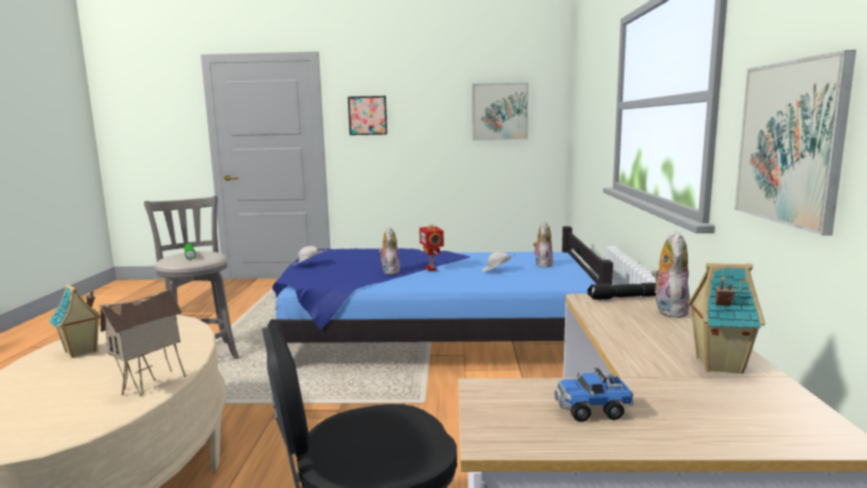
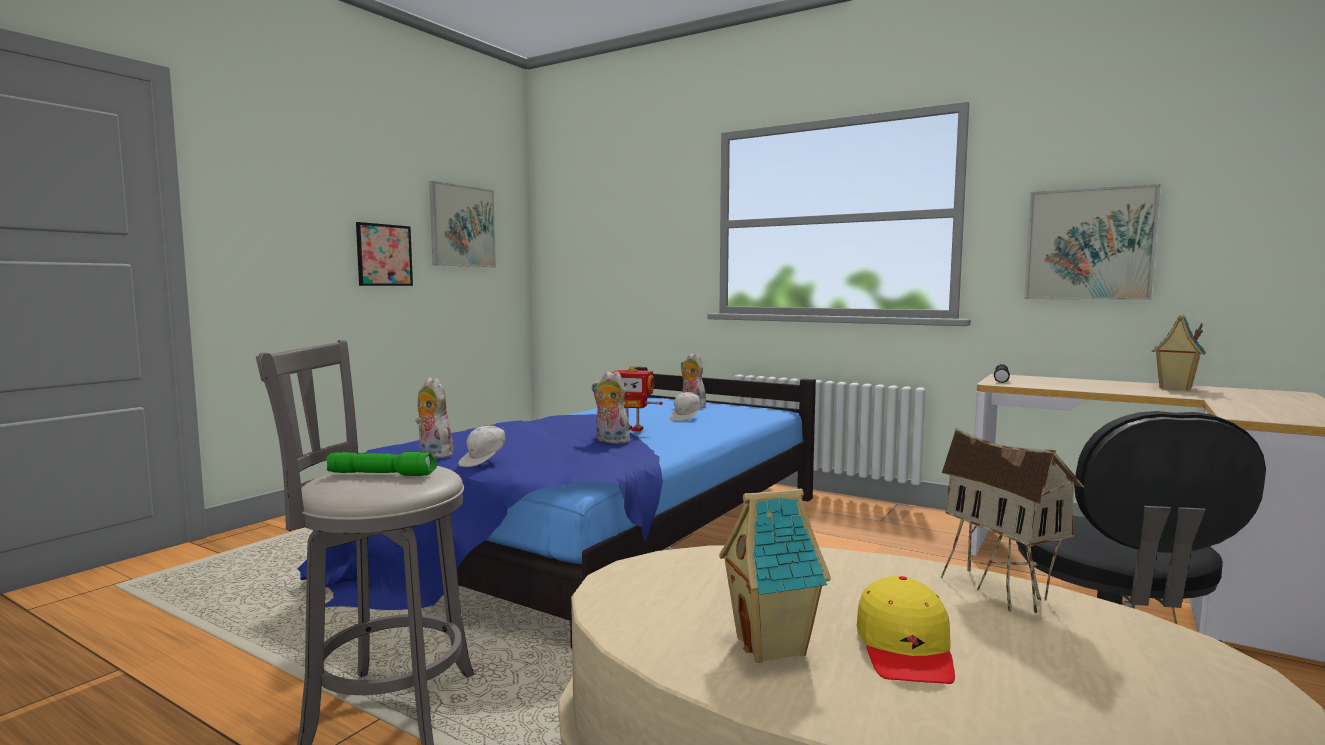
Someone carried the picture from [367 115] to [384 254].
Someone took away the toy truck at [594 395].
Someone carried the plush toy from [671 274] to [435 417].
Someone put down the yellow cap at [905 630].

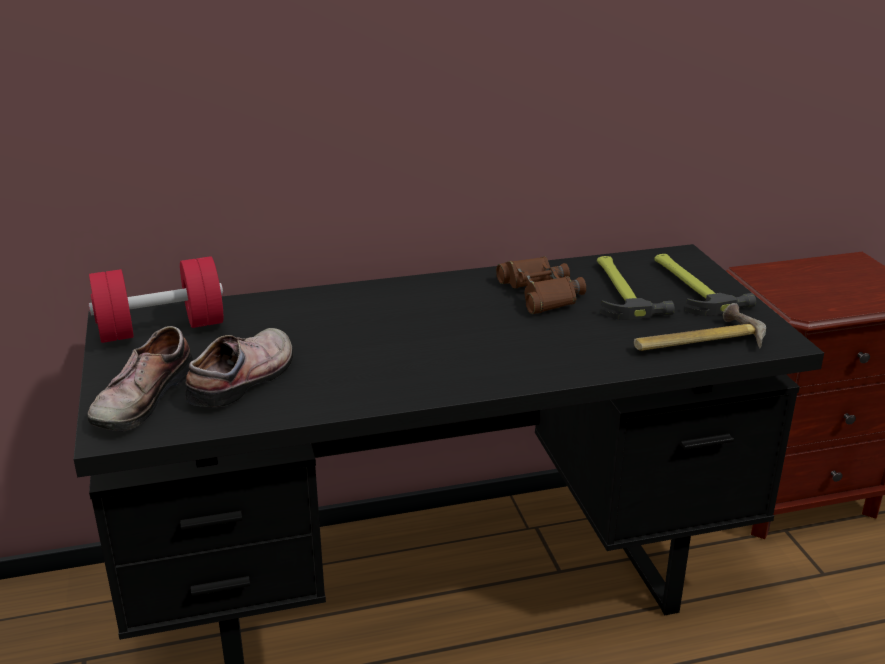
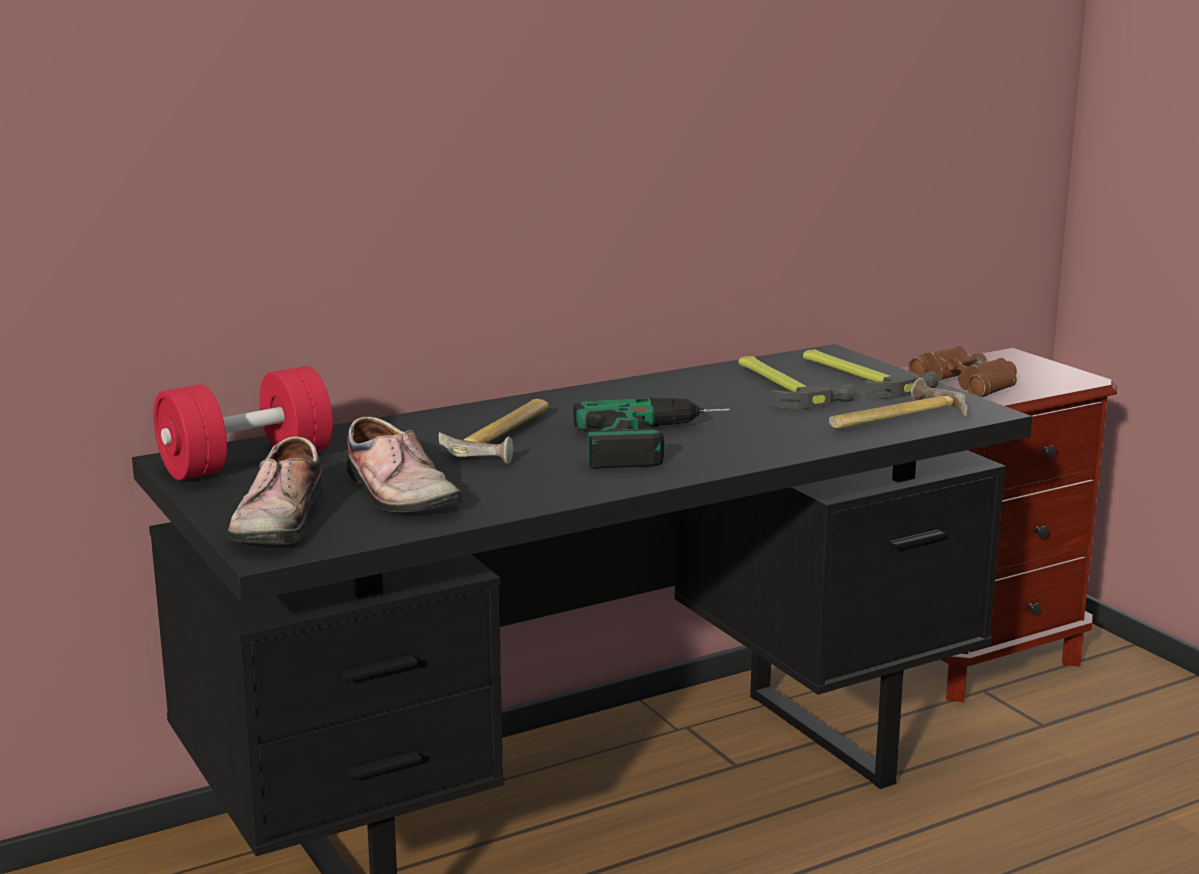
Someone rotated the shoe at [239 367] by 135 degrees clockwise.
Someone carried the brown binoculars from [541 285] to [962 371].
Someone put down the hammer at [494 431].
Someone put down the power drill at [651 433].

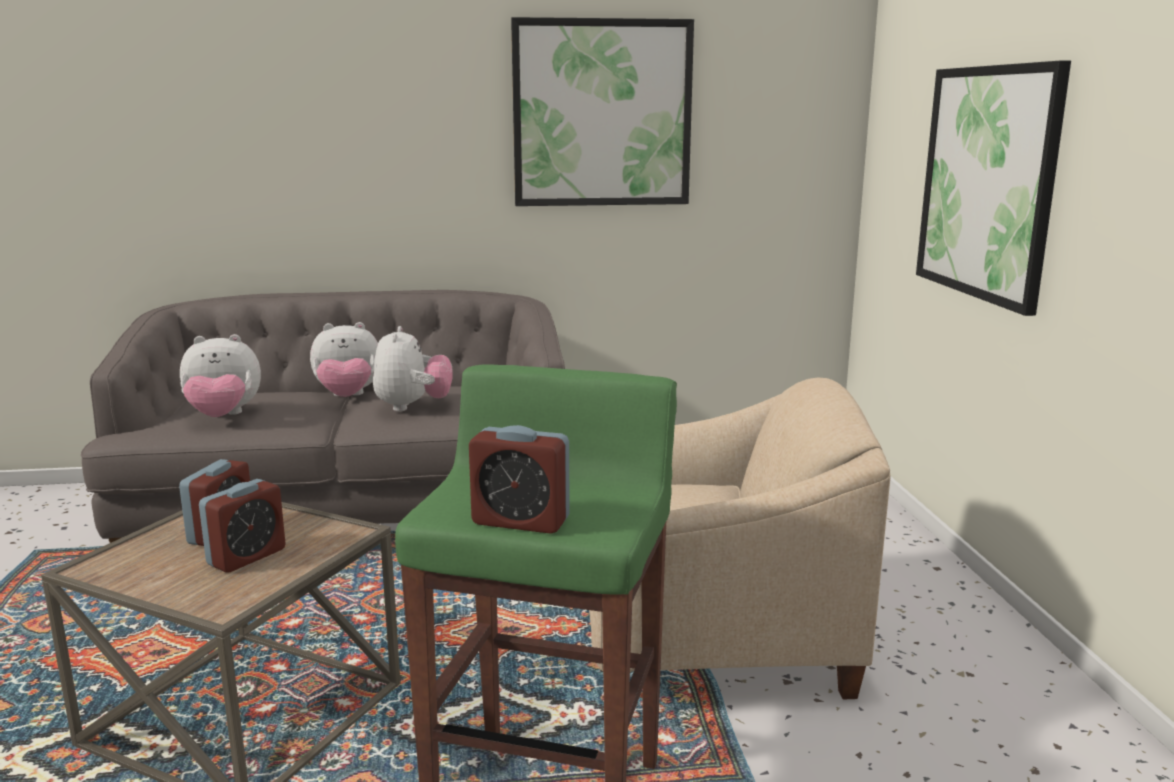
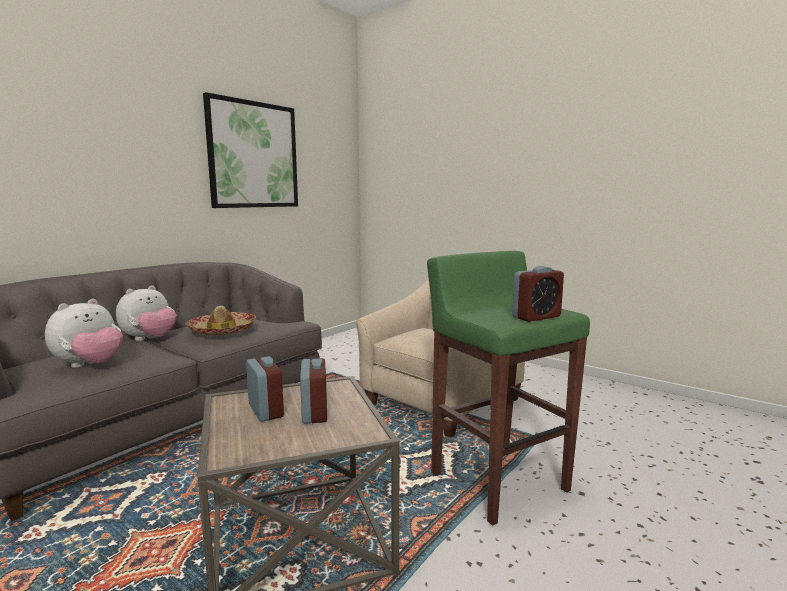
Someone swapped the plush toy at [413 369] for the hat at [220 321].
Someone took away the picture at [993 188].

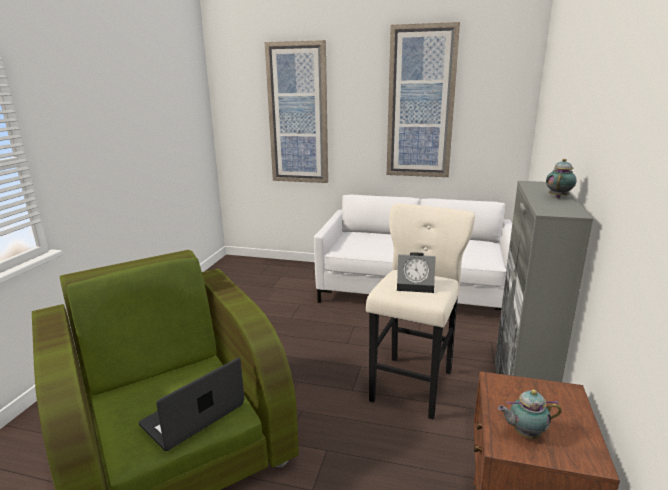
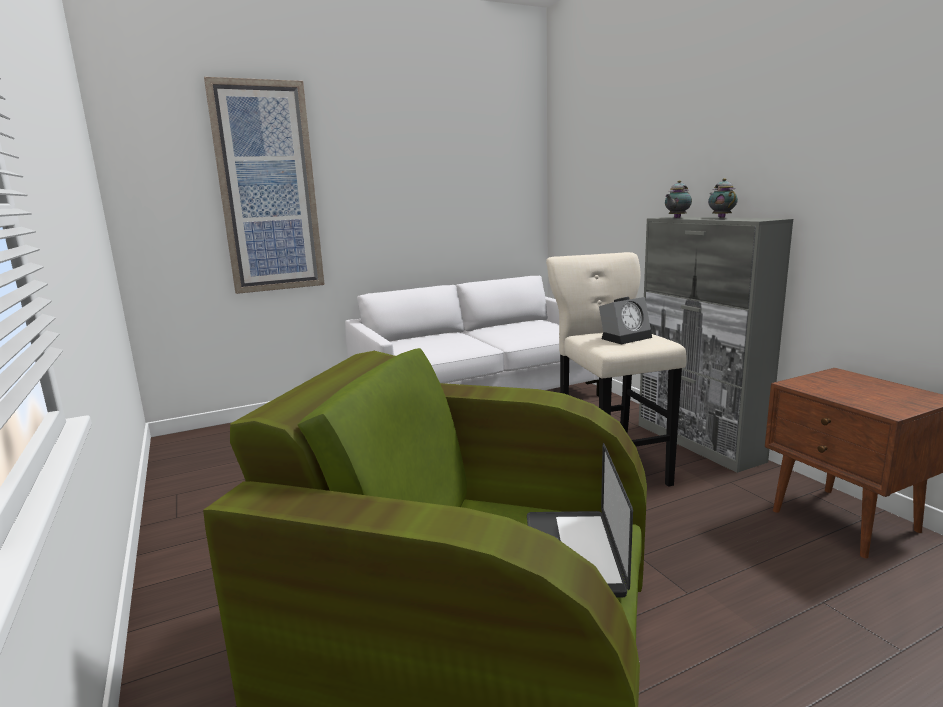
Someone took away the picture at [423 99].
Someone carried the teapot from [530 414] to [678 199].

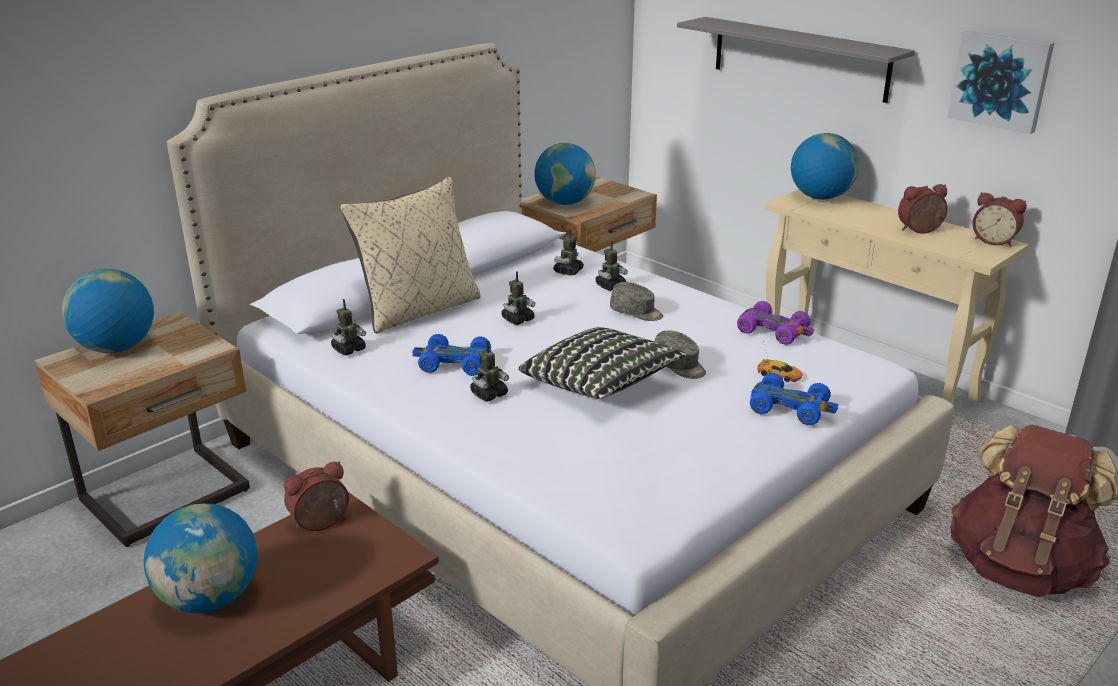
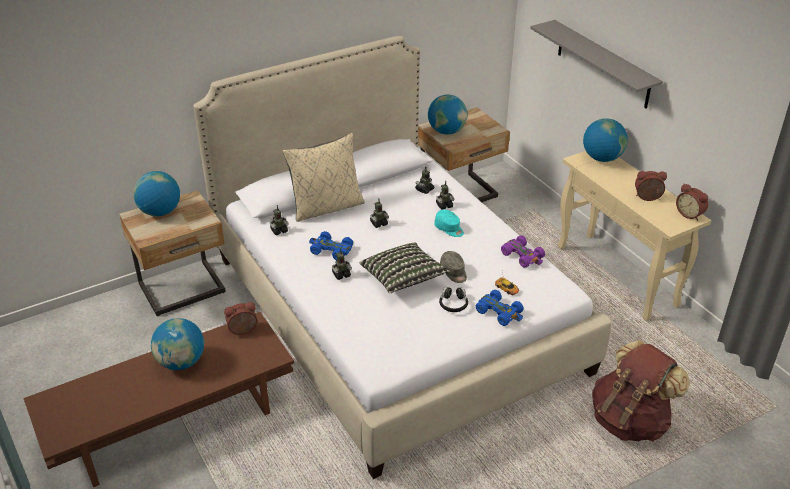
Someone repainted the grey cap at [636 301], which became the turquoise cap at [449 223].
Someone took away the picture at [1000 82].
Someone put down the black headphones at [453 299].

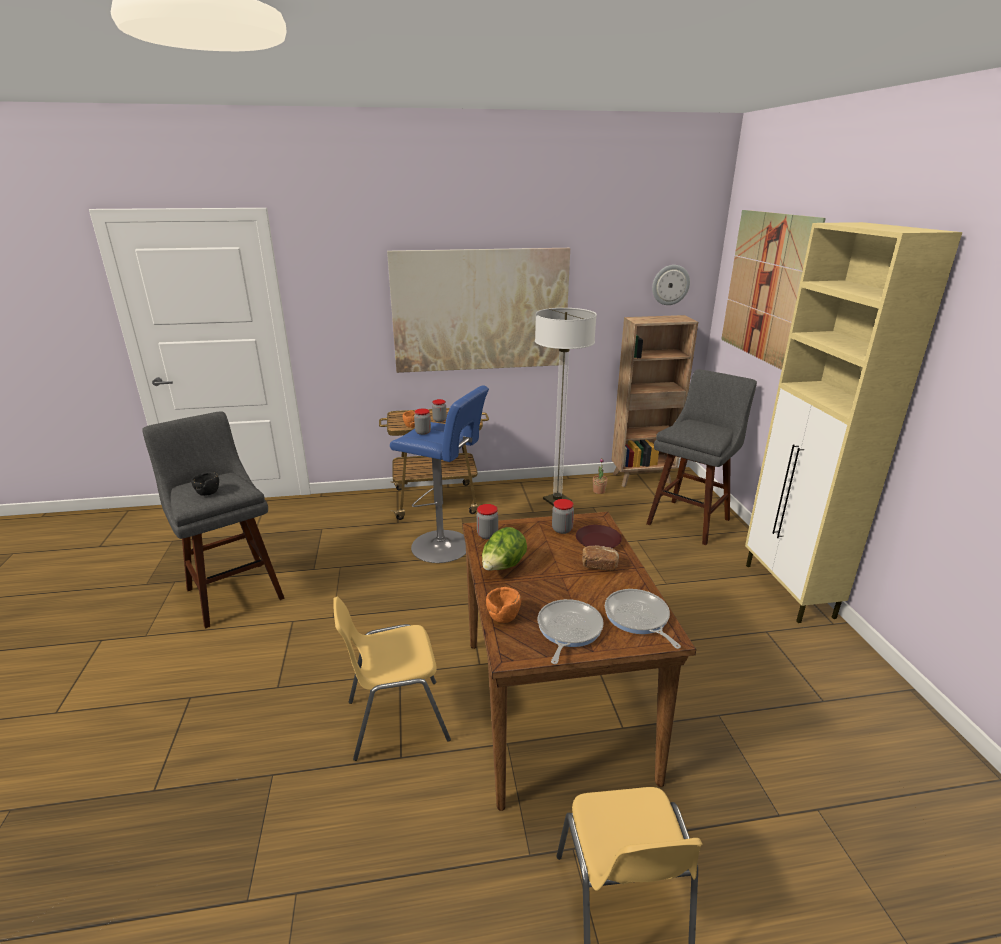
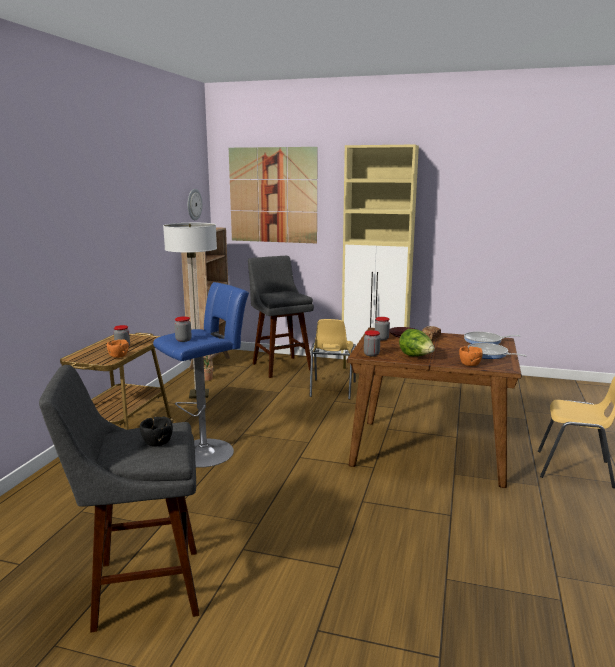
Someone carried the yellow chair from [392 679] to [333 359].
Someone took away the picture at [478 310].

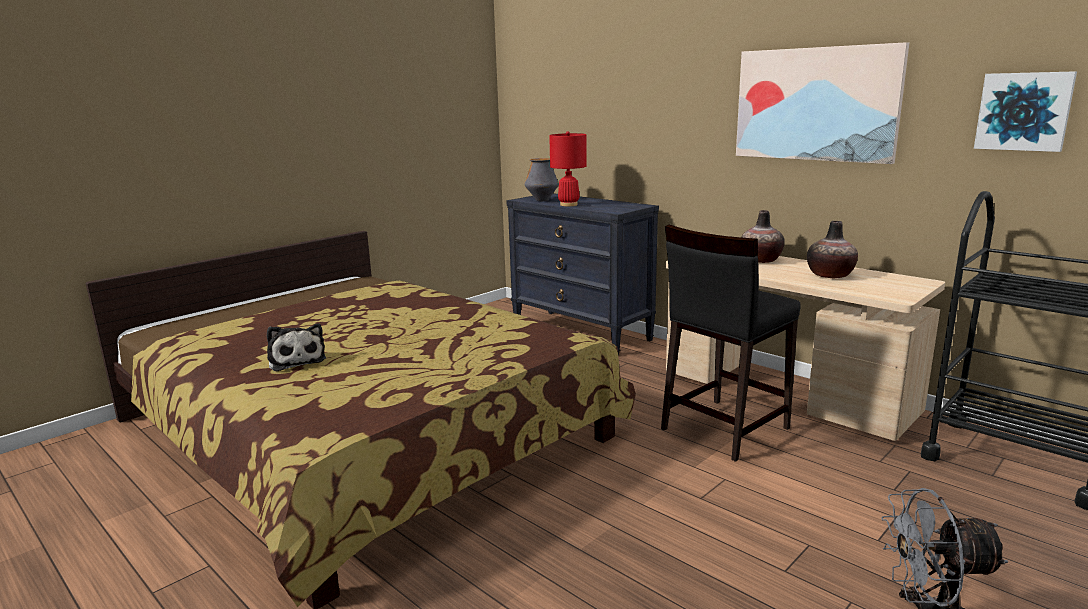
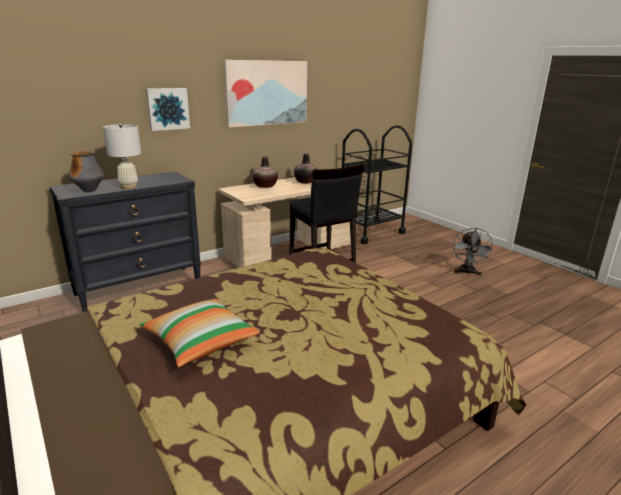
Someone took away the plush toy at [296 347].
Someone repainted the red table lamp at [568 168], which became the white table lamp at [122 156].
Someone carried the picture from [1025 111] to [168 109].
Someone put down the pillow at [200 332].

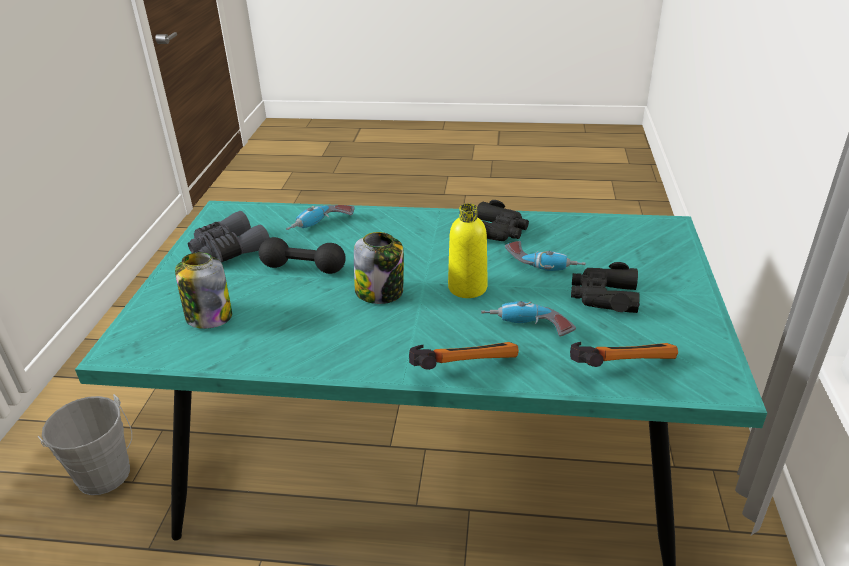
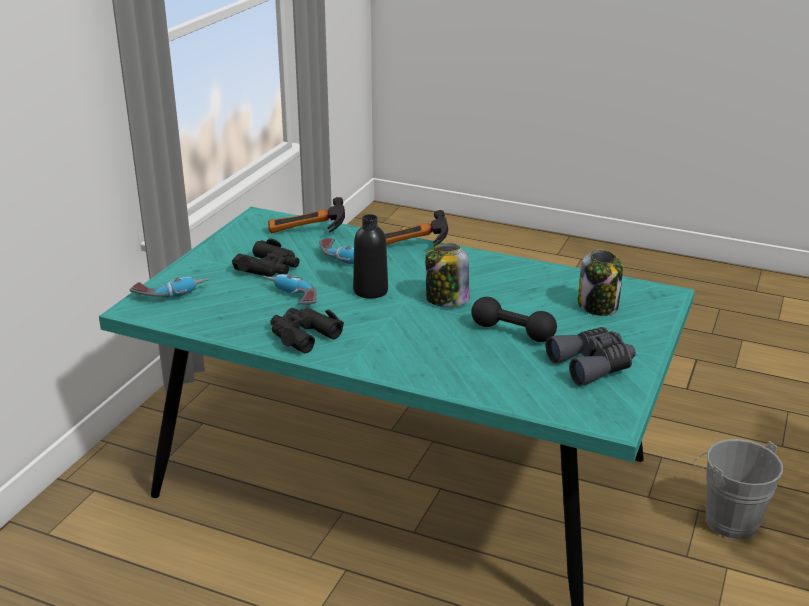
Someone carried the power drill from [320 217] to [169 287].
Someone repainted the yellow bottle at [468 250], which became the black bottle at [370 256].

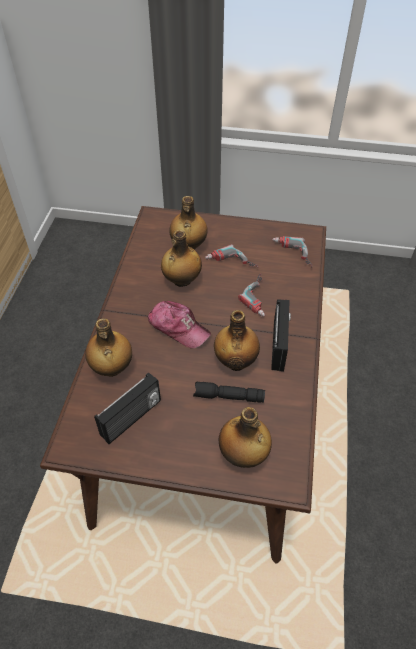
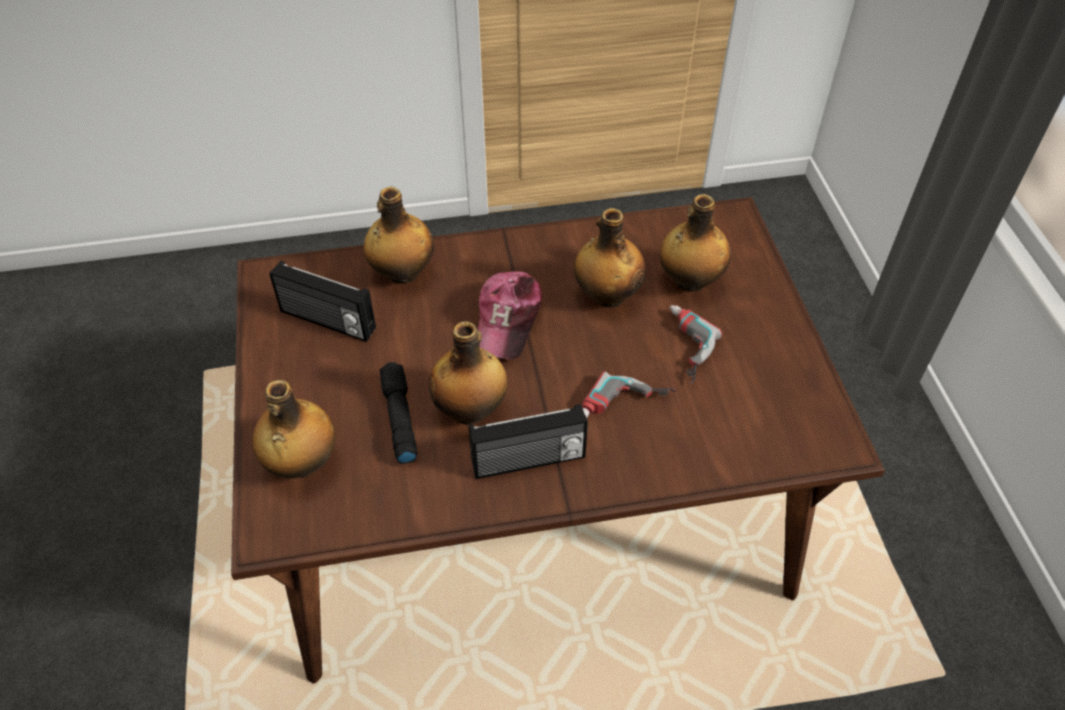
Someone took away the power drill at [292 251].

